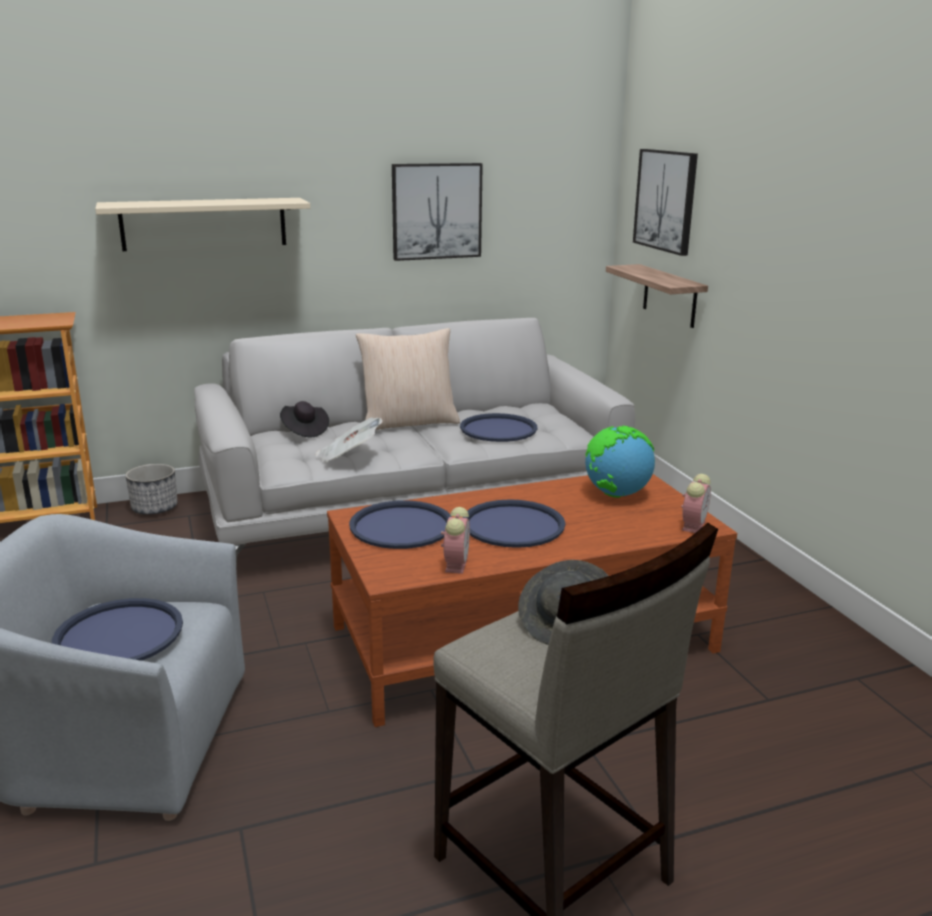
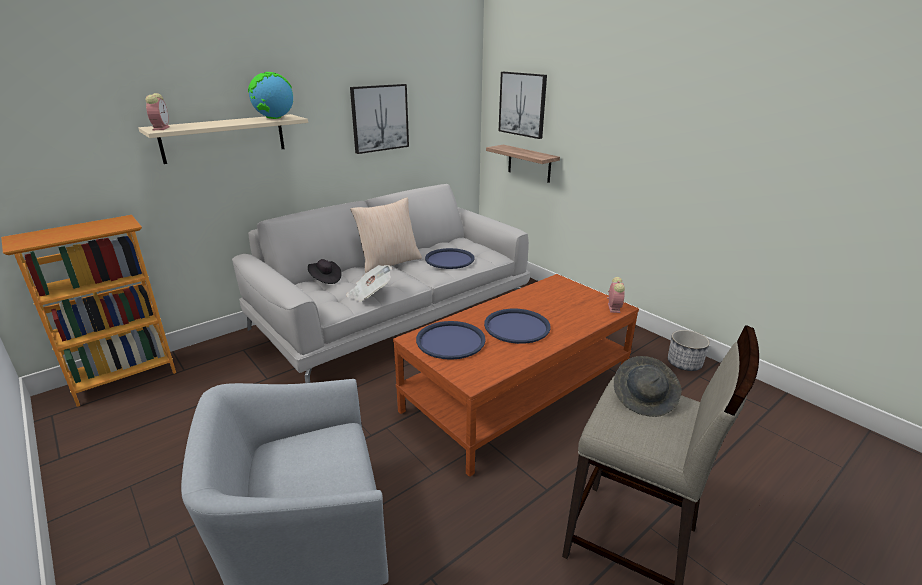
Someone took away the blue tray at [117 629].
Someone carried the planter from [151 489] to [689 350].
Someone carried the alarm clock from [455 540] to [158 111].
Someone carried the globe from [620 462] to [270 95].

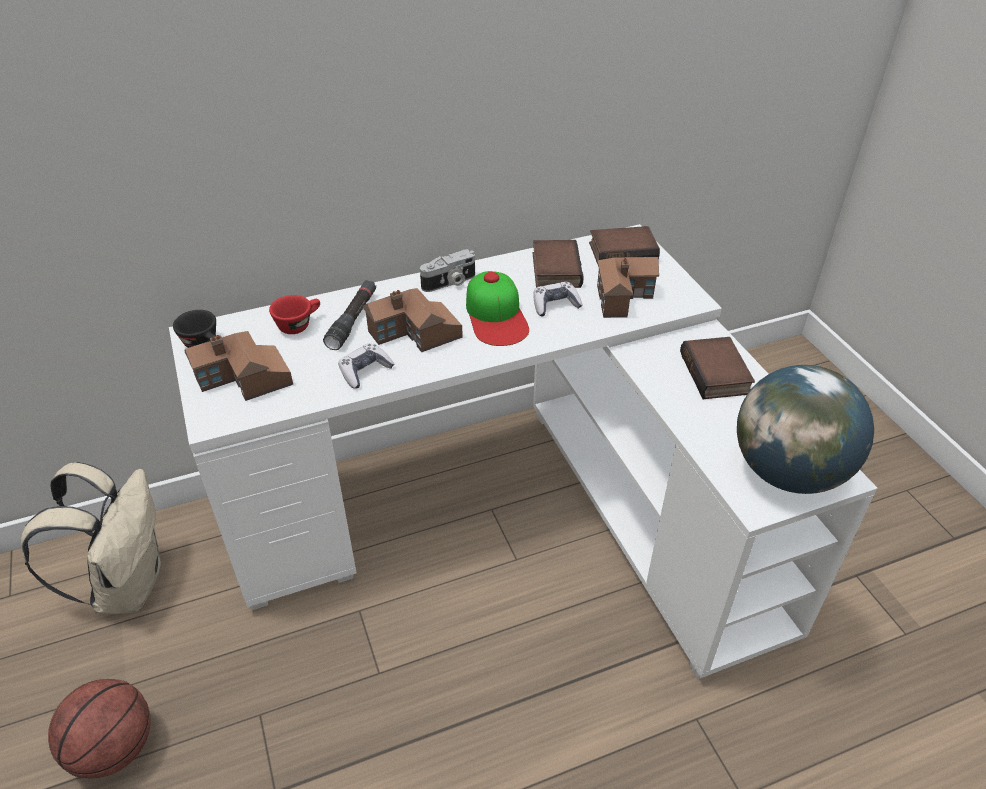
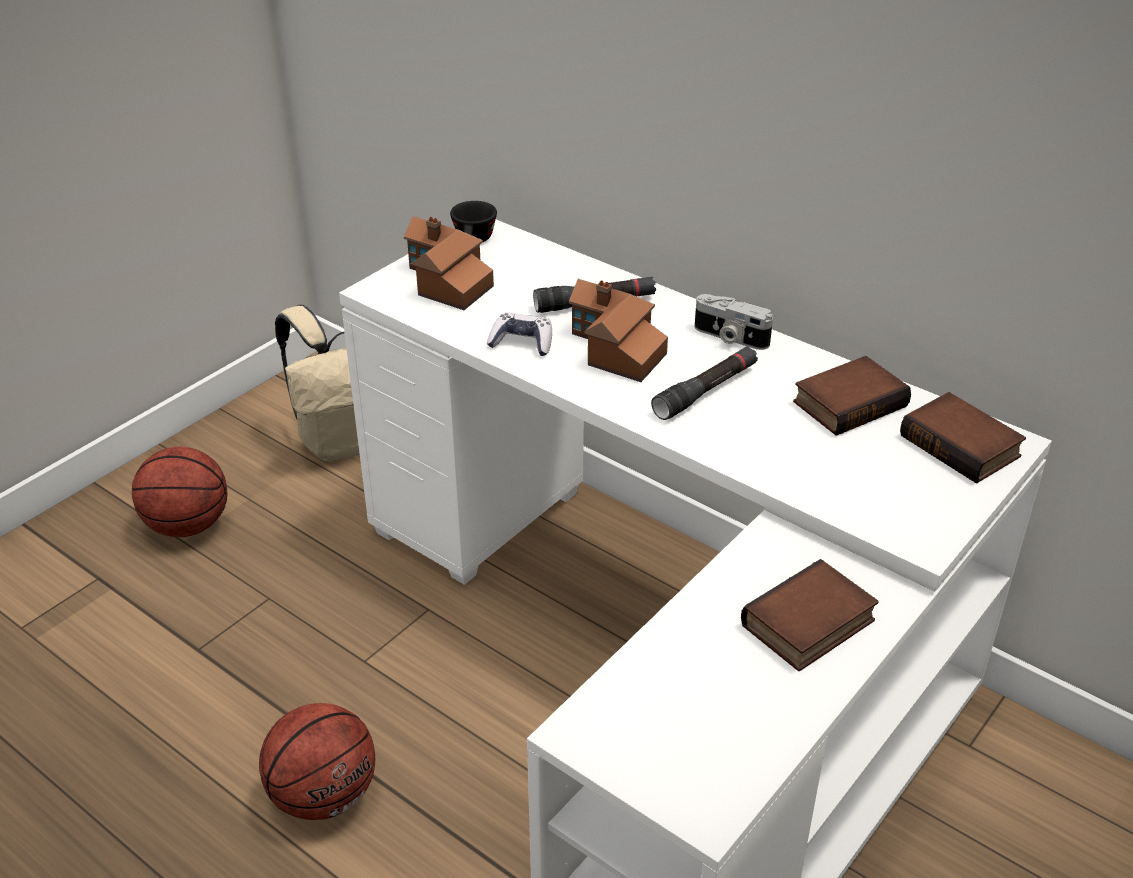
Someone took away the red cup at [294 314].
Someone swapped the cap at [497 308] for the black flashlight at [704 383].
Someone took away the game controller at [558 298].
Someone took away the toy house at [628 287].
Someone took away the globe at [805 429].
Someone put down the basketball at [317 761].

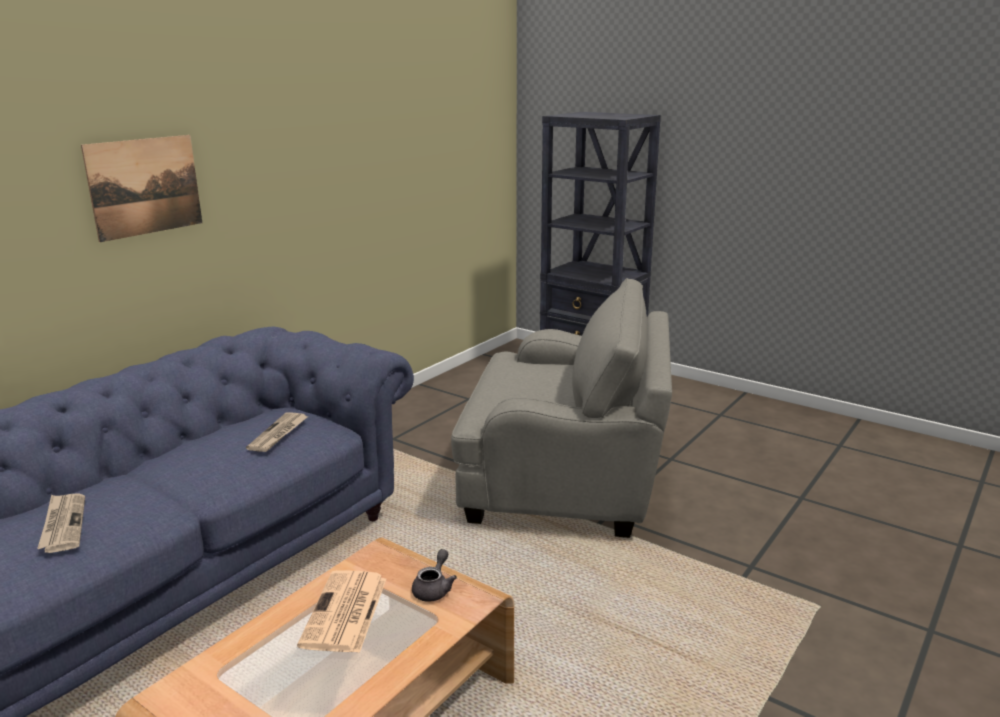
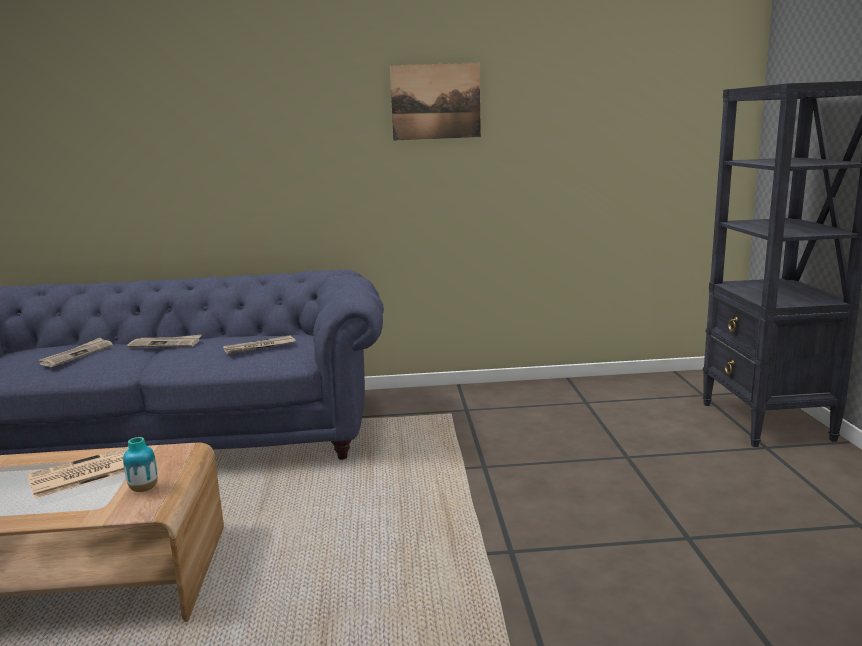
Someone carried the picture from [141 188] to [435 102].
Someone swapped the grey teapot at [434 575] for the vase at [140 464].
Someone took away the grey armchair at [561 408].
Someone put down the newspaper at [164 341].

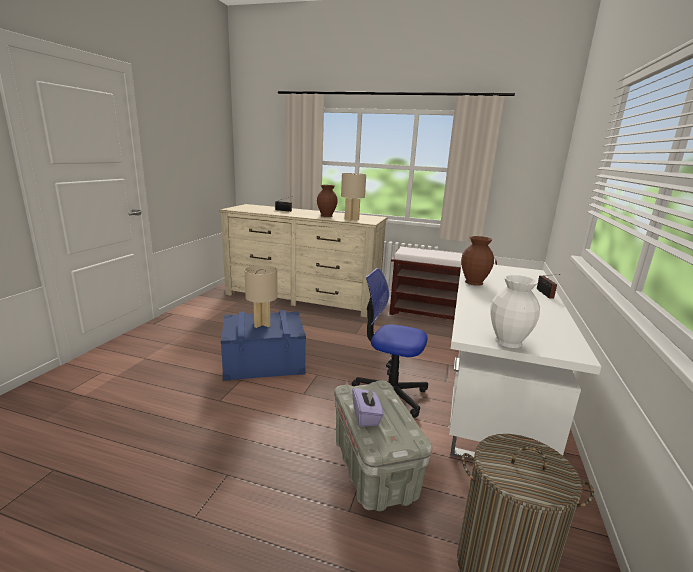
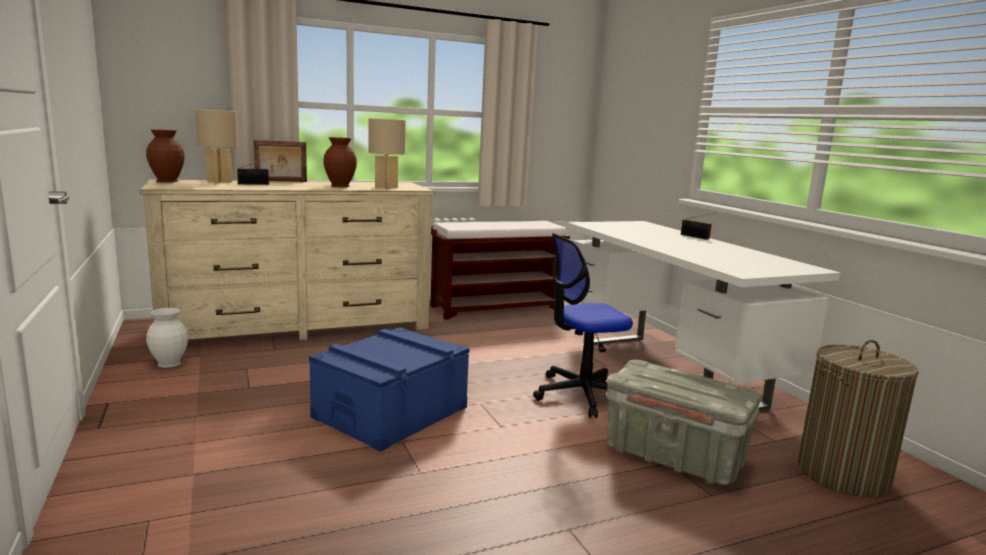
Someone carried the beige table lamp from [261 296] to [216 146].
Someone took away the purple tissue box at [368 407].
Someone carried the brown vase from [477 261] to [165 156].
Someone carried the white vase from [515 311] to [167 338].
Someone put down the picture frame at [280 161].

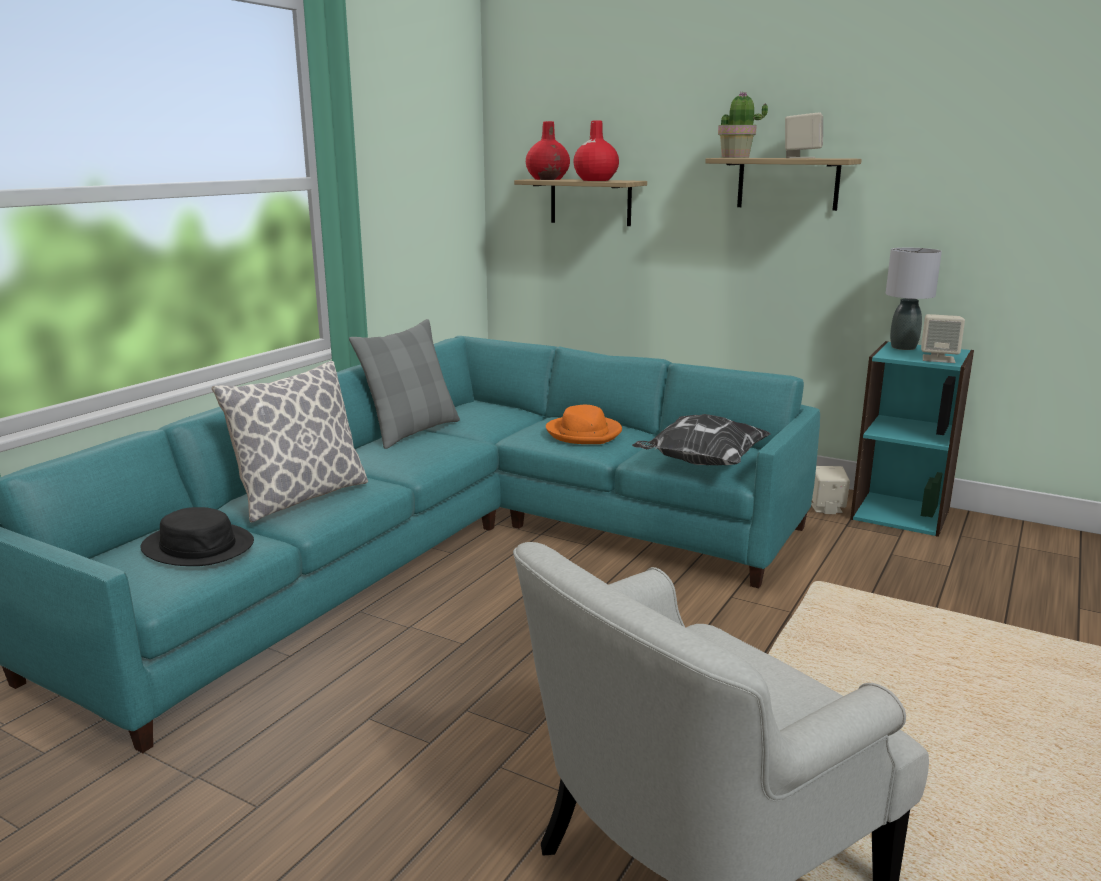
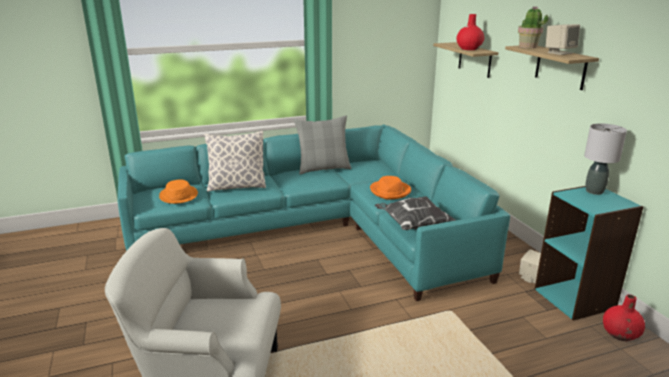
Someone repainted the black hat at [197 536], which became the orange hat at [178 191].
Someone carried the red vase from [548 150] to [624 317].
Someone took away the beige speaker at [943 338].

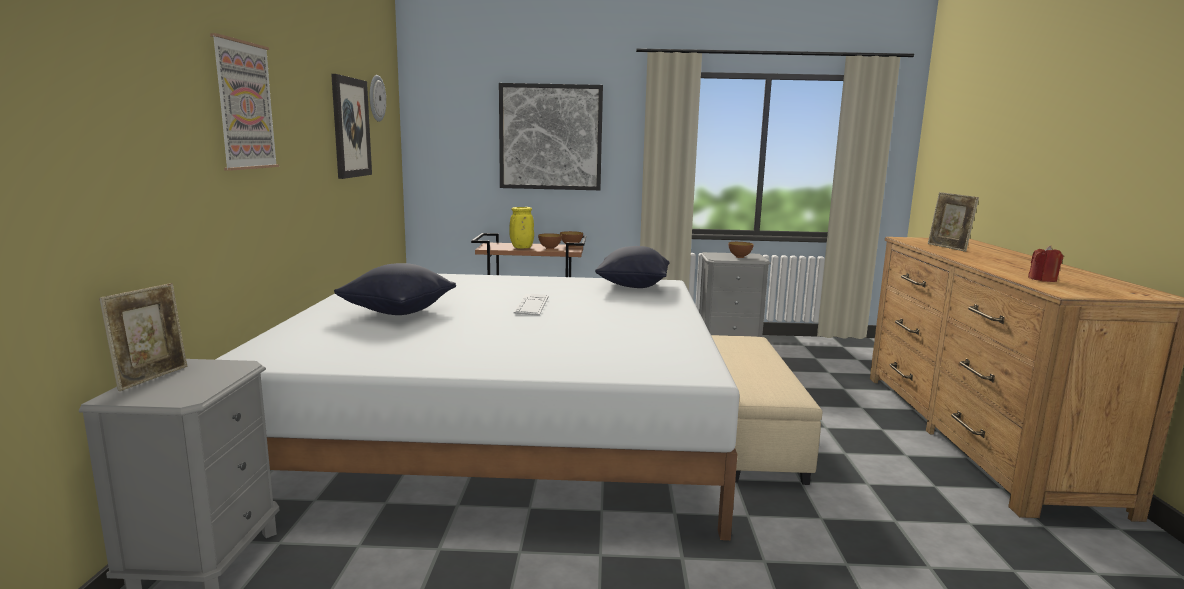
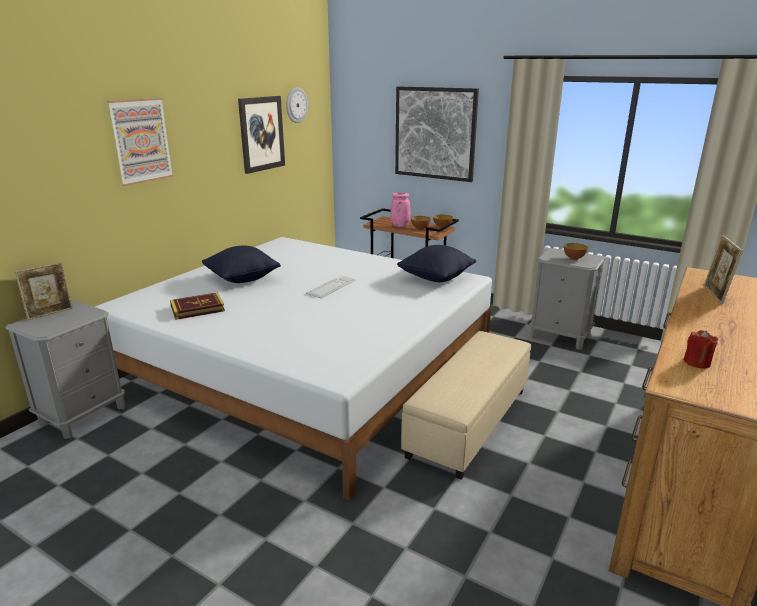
Someone repainted the yellow vase at [521 227], which became the pink vase at [400 210].
Someone put down the book at [197 306].

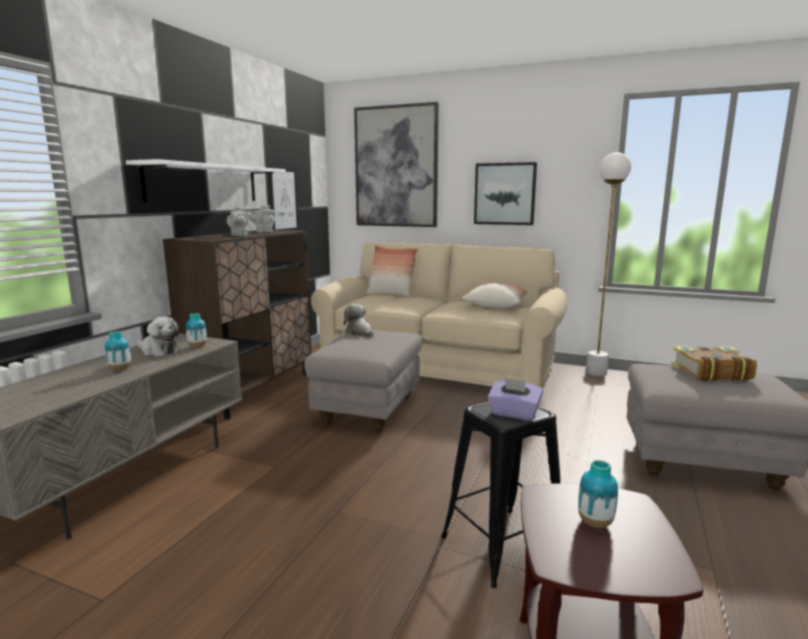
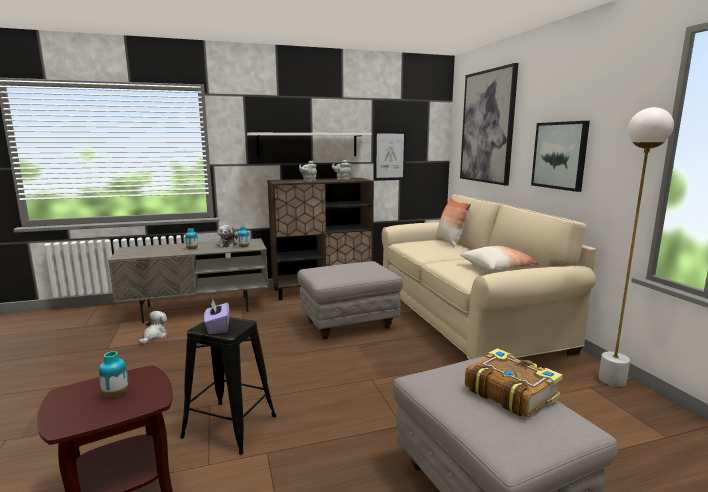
Someone carried the plush toy from [358 320] to [153 327].

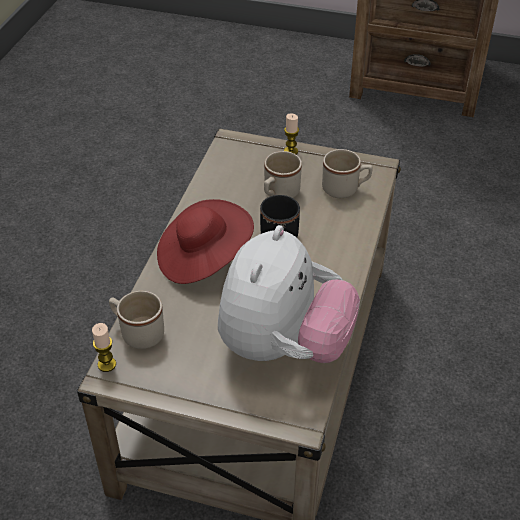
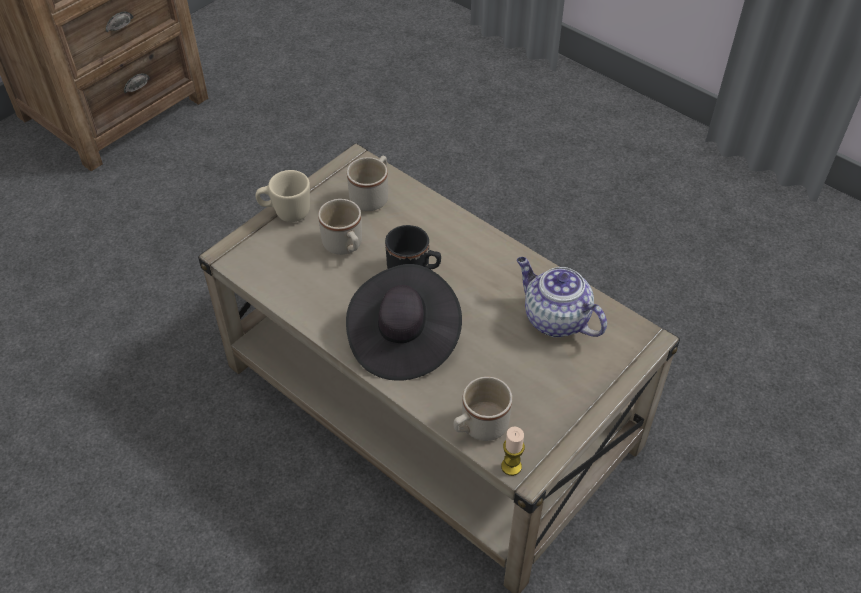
Someone repainted the red hat at [205 241], which became the black hat at [404 322].
Someone swapped the plush toy at [289 294] for the teapot at [562 297].
Someone swapped the candle at [291 134] for the beige mug at [283 196].

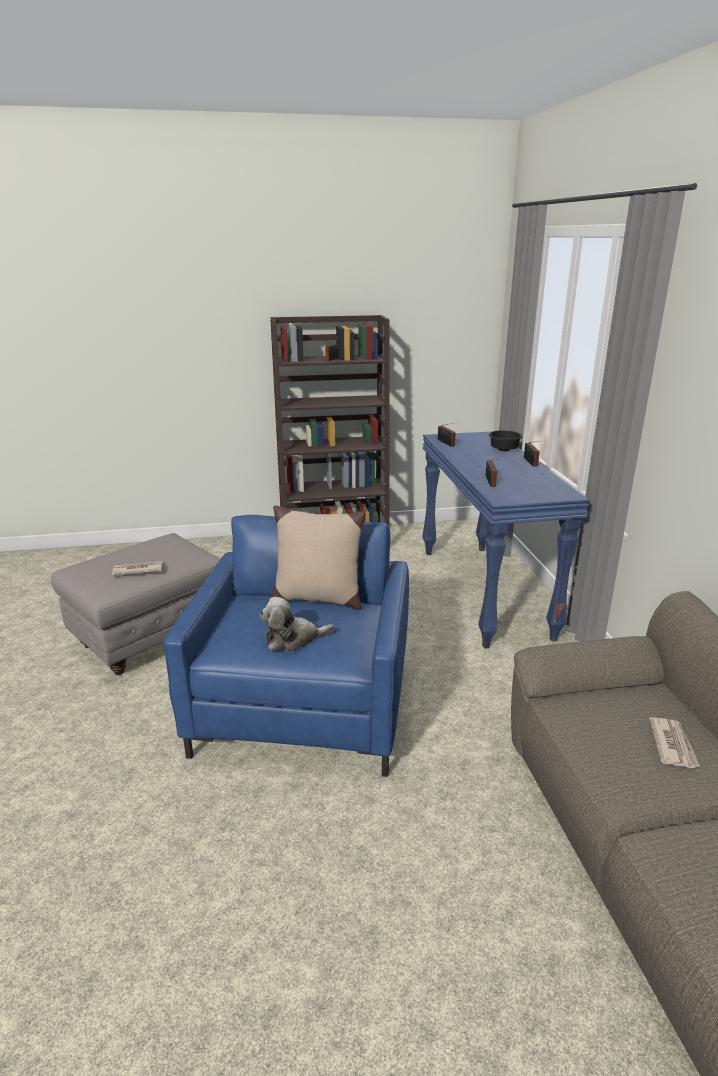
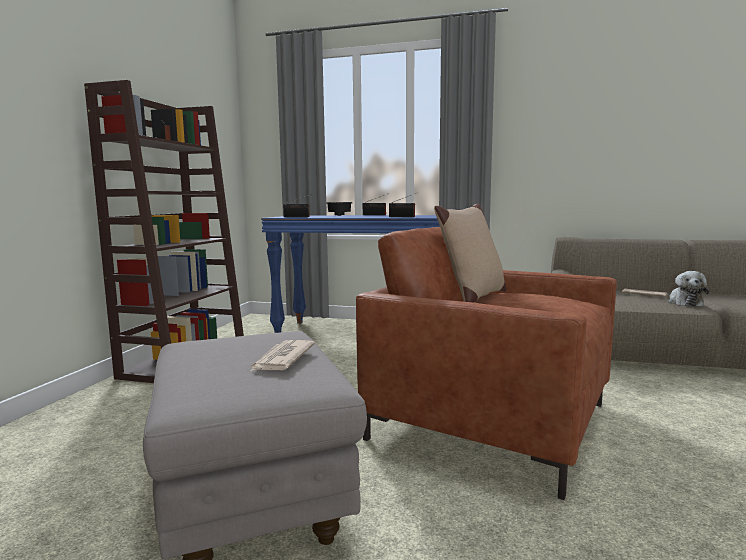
Someone repainted the blue armchair at [286 646], which became the brown armchair at [486 363].
Someone carried the plush toy from [297 624] to [688 288].

